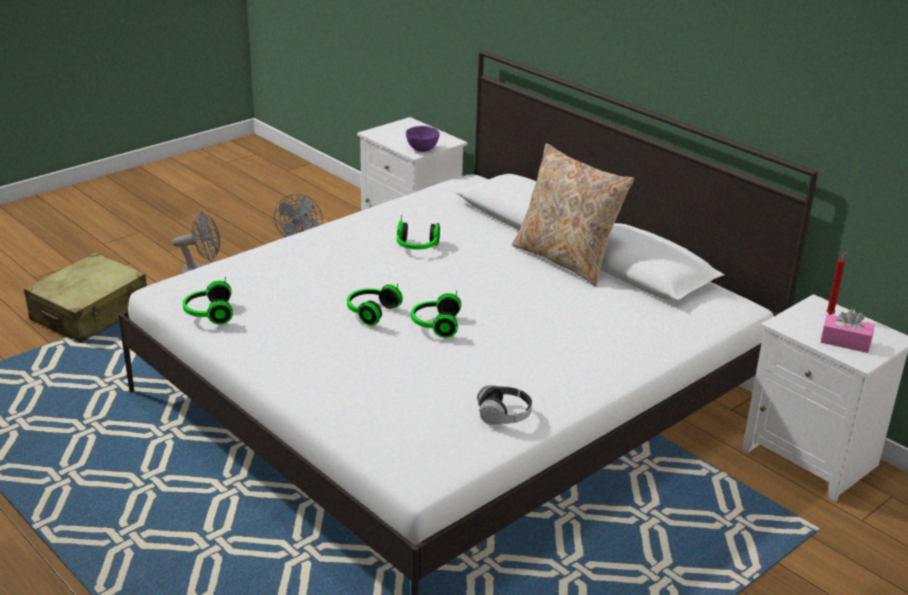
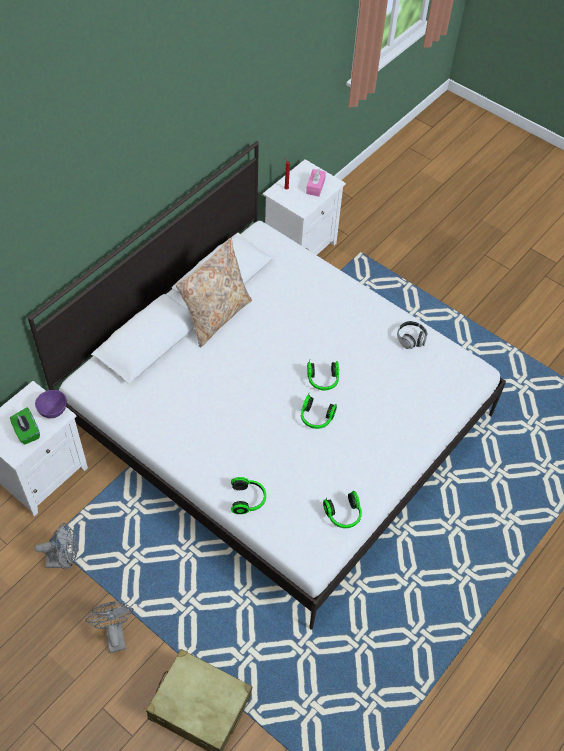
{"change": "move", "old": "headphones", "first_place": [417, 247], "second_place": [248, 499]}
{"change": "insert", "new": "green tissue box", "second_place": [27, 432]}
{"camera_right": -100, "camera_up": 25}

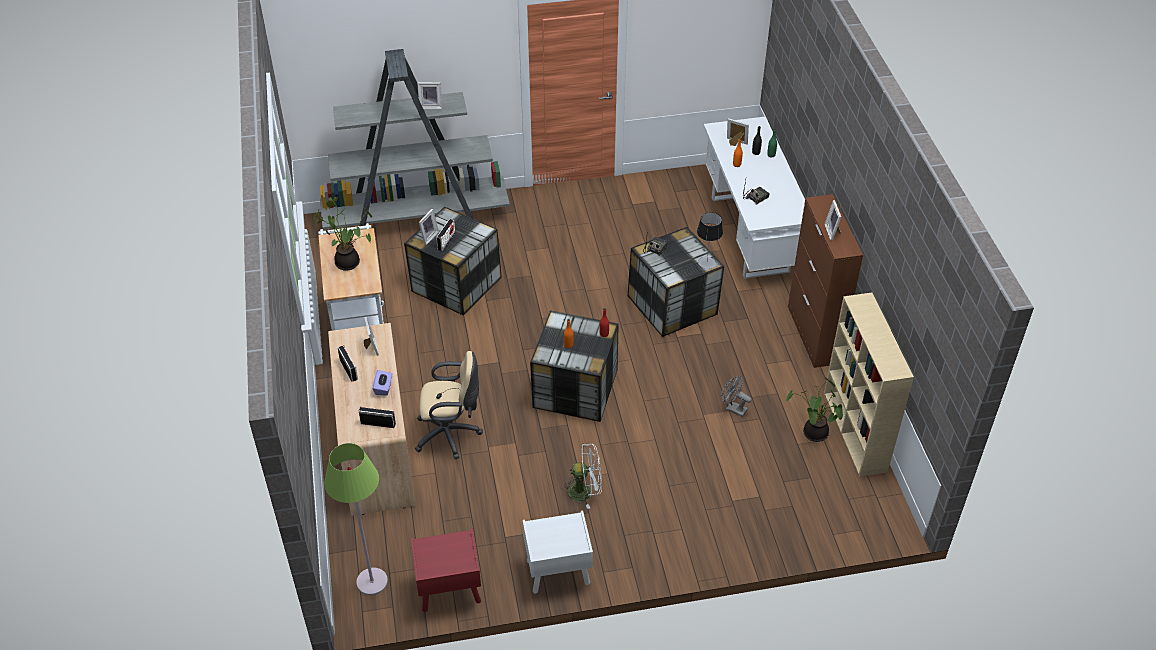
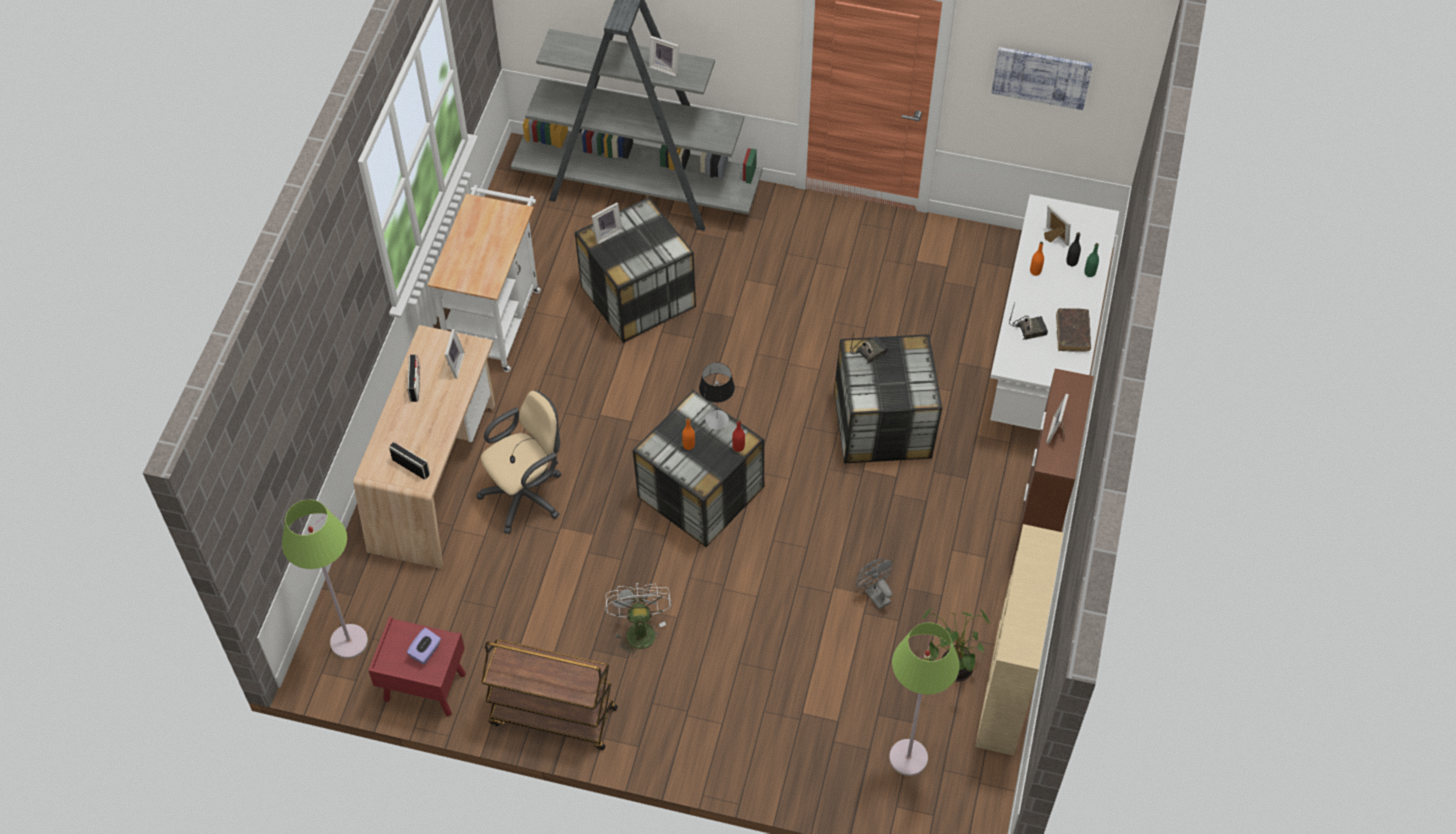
{"change": "delete", "old": "potted plant", "first_place": [349, 261]}
{"change": "move", "old": "purple tissue box", "first_place": [383, 388], "second_place": [425, 651]}
{"change": "rotate", "old": "beige office chair", "first_place": [451, 434], "second_place": [527, 494], "degrees": -60}
{"change": "delete", "old": "radio", "first_place": [446, 241]}
{"change": "replace", "old": "white nightstand", "new": "brown cart", "first_place": [557, 572], "second_place": [552, 716]}
{"change": "rotate", "old": "white fan", "first_place": [585, 491], "second_place": [638, 629], "degrees": -120}
{"change": "move", "old": "table lamp", "first_place": [707, 262], "second_place": [717, 419]}
{"change": "insert", "new": "green floor lamp", "second_place": [908, 757]}
{"change": "insert", "new": "picture", "second_place": [1041, 77]}
{"change": "insert", "new": "brown book", "second_place": [1072, 333]}
{"camera_right": 25, "camera_up": 10}

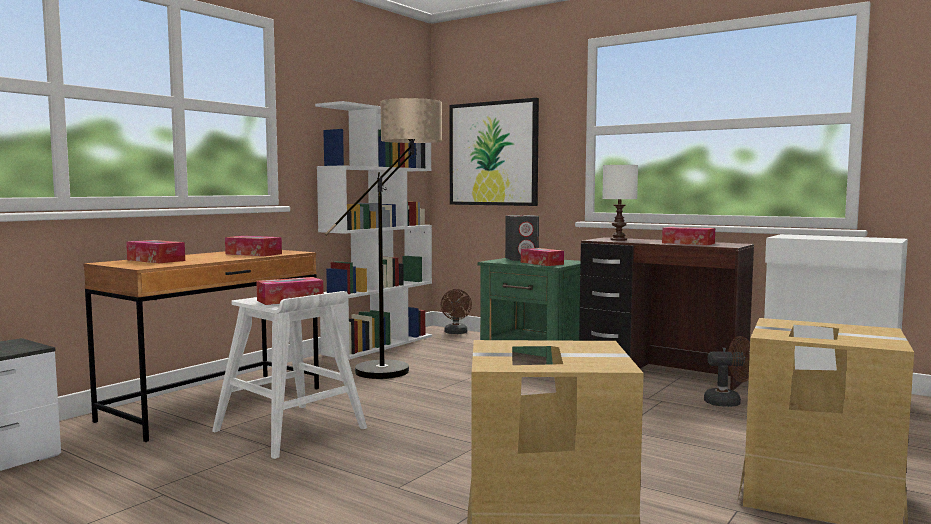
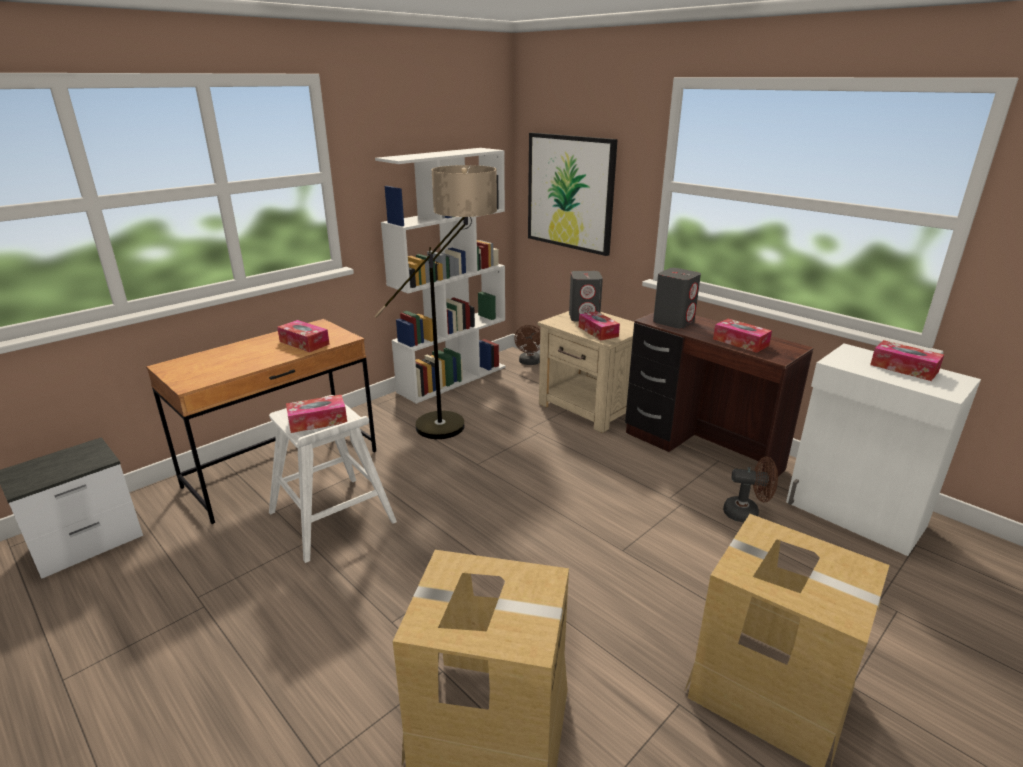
{"change": "move", "old": "tissue box", "first_place": [156, 260], "second_place": [904, 368]}
{"change": "recolor", "old": "green nightstand", "new": "beige nightstand", "first_place": [535, 354], "second_place": [590, 408]}
{"change": "replace", "old": "white table lamp", "new": "grey speaker", "first_place": [618, 240], "second_place": [673, 321]}
{"camera_right": 10, "camera_up": 20}

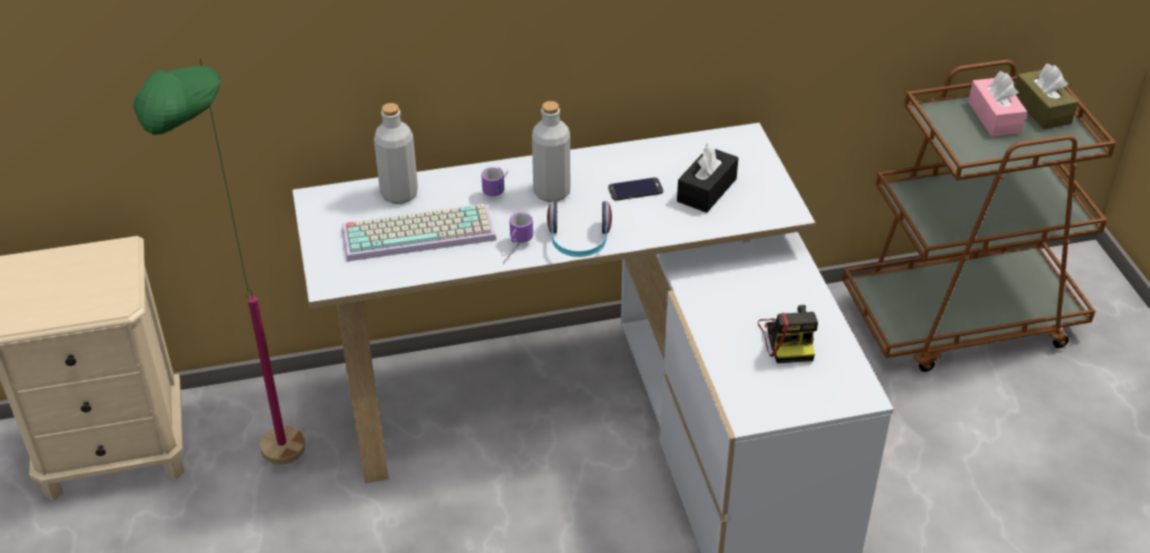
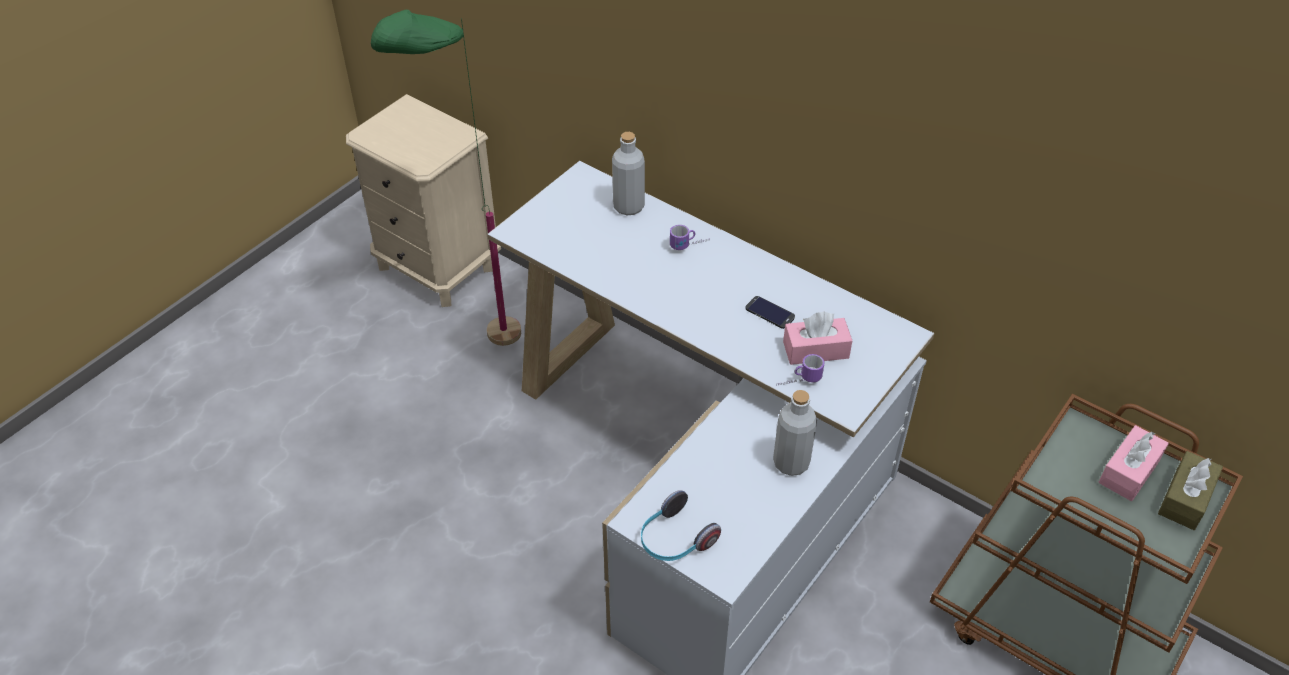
{"change": "delete", "old": "keyboard", "first_place": [420, 232]}
{"change": "move", "old": "mug", "first_place": [515, 249], "second_place": [798, 381]}
{"change": "move", "old": "grey bottle", "first_place": [552, 192], "second_place": [791, 463]}
{"change": "move", "old": "headphones", "first_place": [579, 243], "second_place": [675, 540]}
{"change": "recolor", "old": "black tissue box", "new": "pink tissue box", "first_place": [706, 190], "second_place": [815, 350]}
{"change": "delete", "old": "photo camera", "first_place": [789, 338]}
{"camera_right": 50, "camera_up": 5}

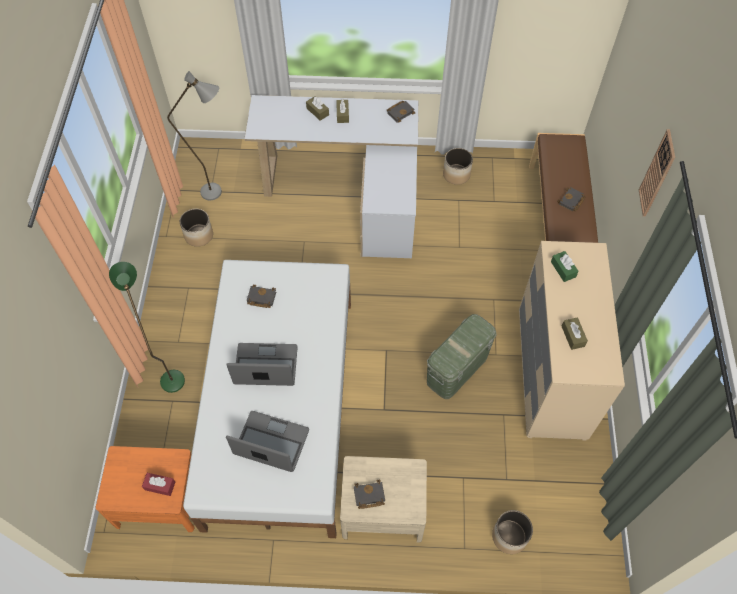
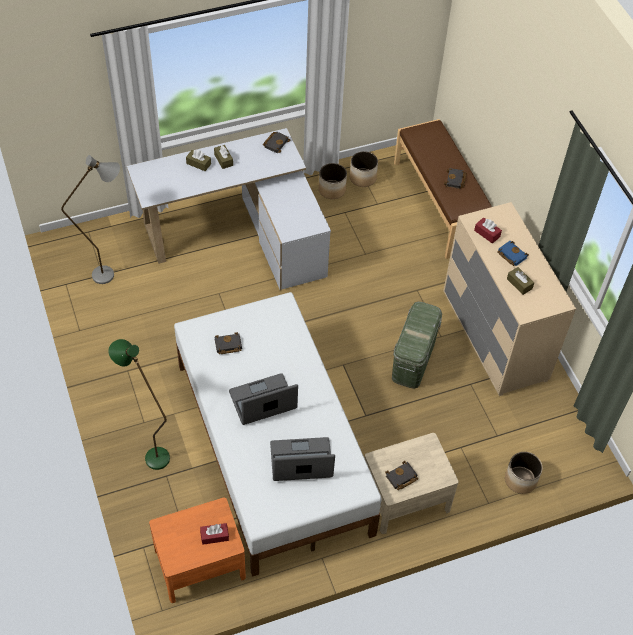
{"change": "move", "old": "planter", "first_place": [199, 235], "second_place": [363, 178]}
{"change": "recolor", "old": "green tissue box", "new": "red tissue box", "first_place": [563, 269], "second_place": [487, 233]}
{"change": "delete", "old": "wall clock", "first_place": [657, 174]}
{"change": "insert", "new": "blue book", "second_place": [511, 255]}
{"camera_right": -25, "camera_up": -5}

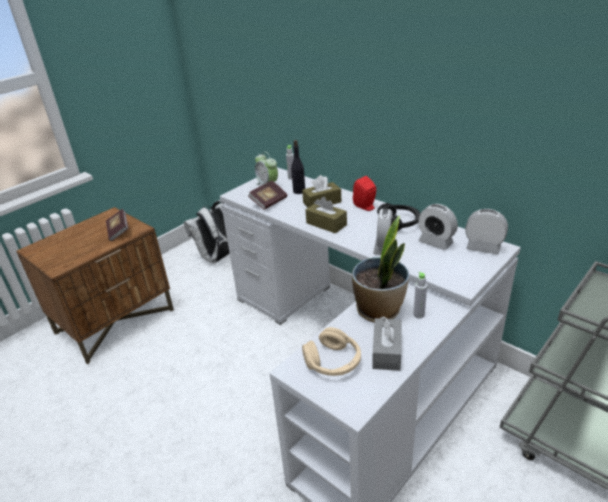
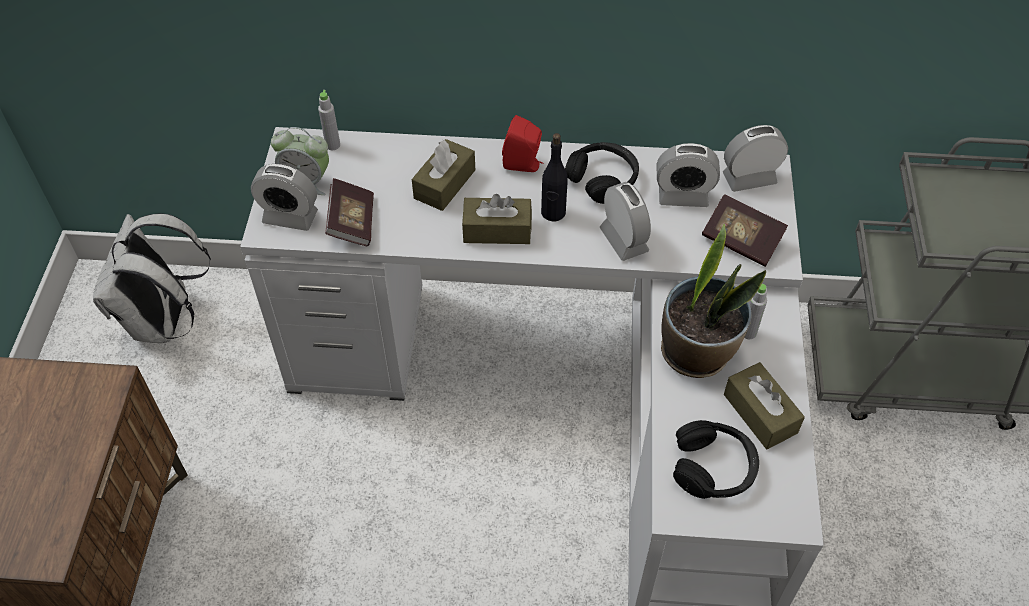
{"change": "move", "old": "book", "first_place": [119, 231], "second_place": [741, 241]}
{"change": "move", "old": "black bottle", "first_place": [299, 191], "second_place": [553, 212]}
{"change": "recolor", "old": "beige headphones", "new": "black headphones", "first_place": [333, 362], "second_place": [713, 468]}
{"change": "recolor", "old": "grey tissue box", "new": "brown tissue box", "first_place": [386, 351], "second_place": [760, 413]}
{"change": "insert", "new": "alarm clock", "second_place": [290, 217]}
{"camera_right": -40, "camera_up": 20}

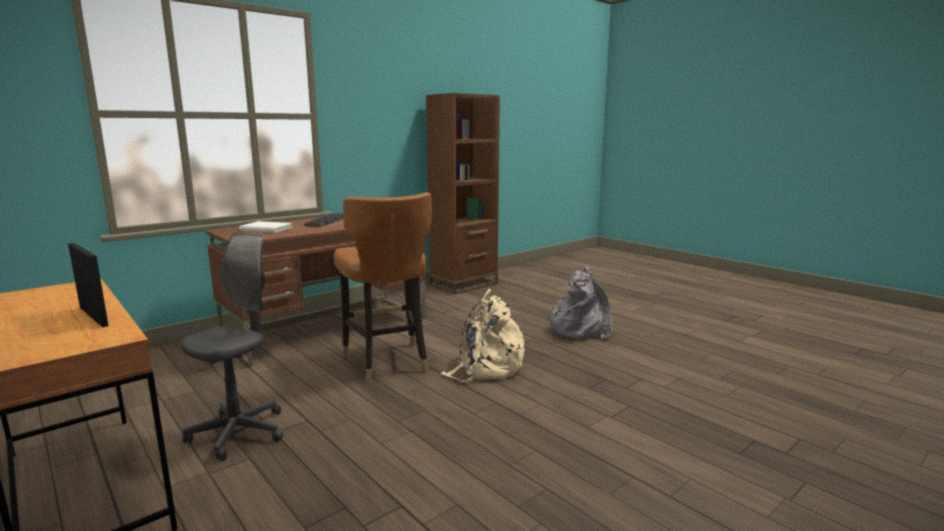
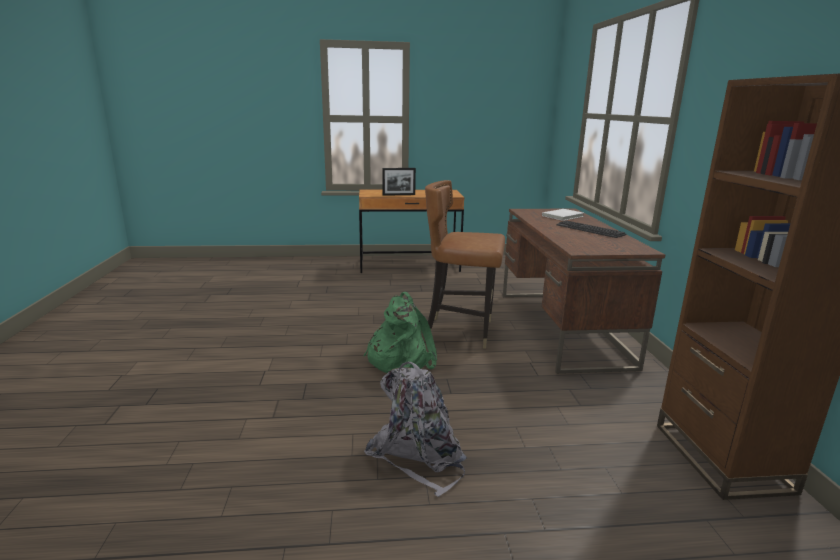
{"change": "delete", "old": "grey office chair", "first_place": [238, 433]}
{"change": "recolor", "old": "beige backpack", "new": "green backpack", "first_place": [486, 368], "second_place": [400, 359]}
{"camera_right": 125, "camera_up": 5}

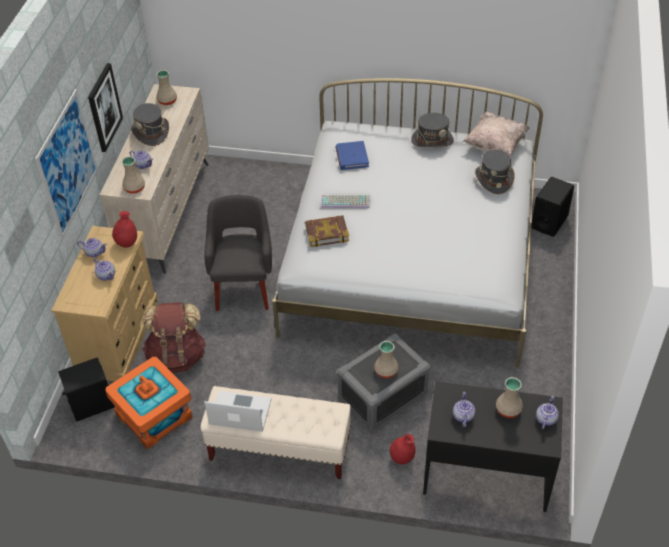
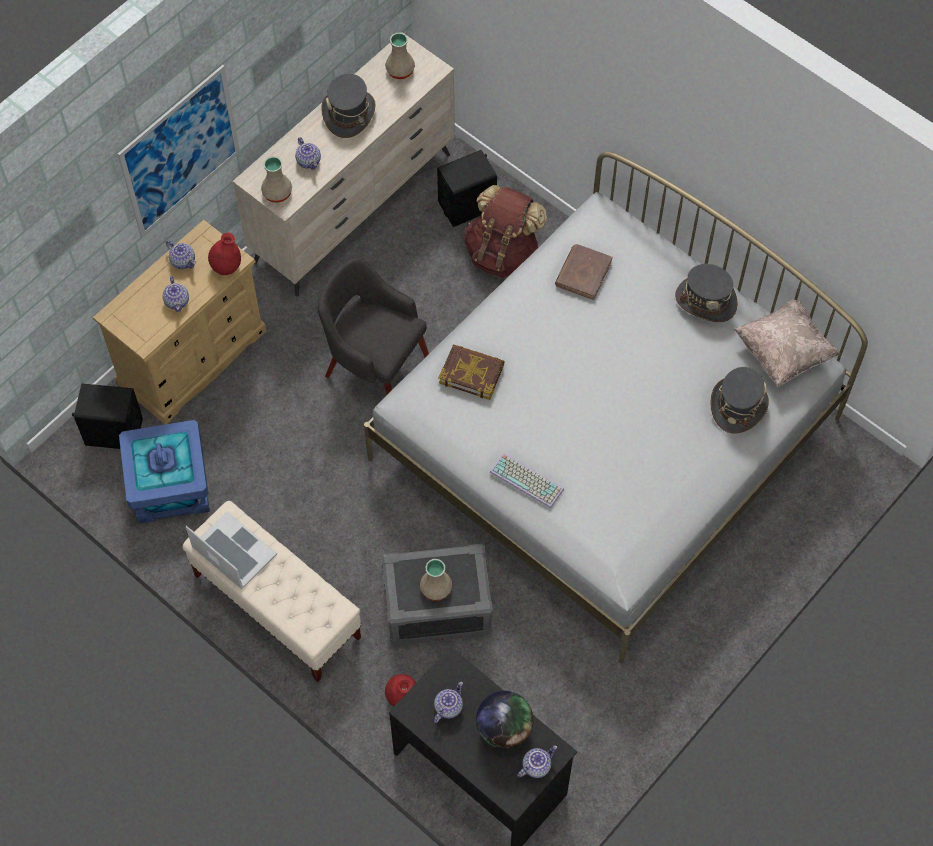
{"change": "delete", "old": "picture", "first_place": [104, 107]}
{"change": "recolor", "old": "orange storage box", "new": "blue storage box", "first_place": [153, 416], "second_place": [169, 486]}
{"change": "move", "old": "brown backpack", "first_place": [177, 356], "second_place": [503, 253]}
{"change": "rotate", "old": "grey armchair", "first_place": [243, 286], "second_place": [375, 366], "degrees": -90}
{"change": "move", "old": "keyboard", "first_place": [345, 201], "second_place": [528, 480]}
{"change": "recolor", "old": "blue book", "new": "brown book", "first_place": [351, 157], "second_place": [583, 273]}
{"change": "replace", "old": "beige vase", "new": "globe", "first_place": [508, 409], "second_place": [504, 728]}
{"change": "move", "old": "black speaker", "first_place": [549, 222], "second_place": [467, 205]}
{"camera_right": 30, "camera_up": 15}

